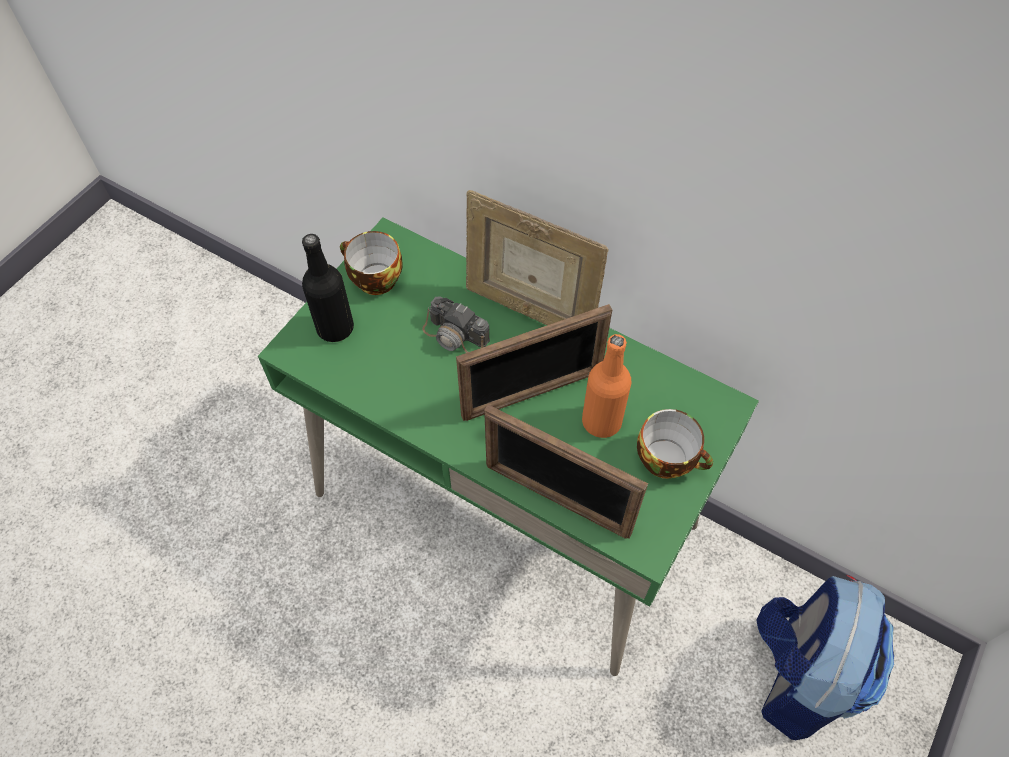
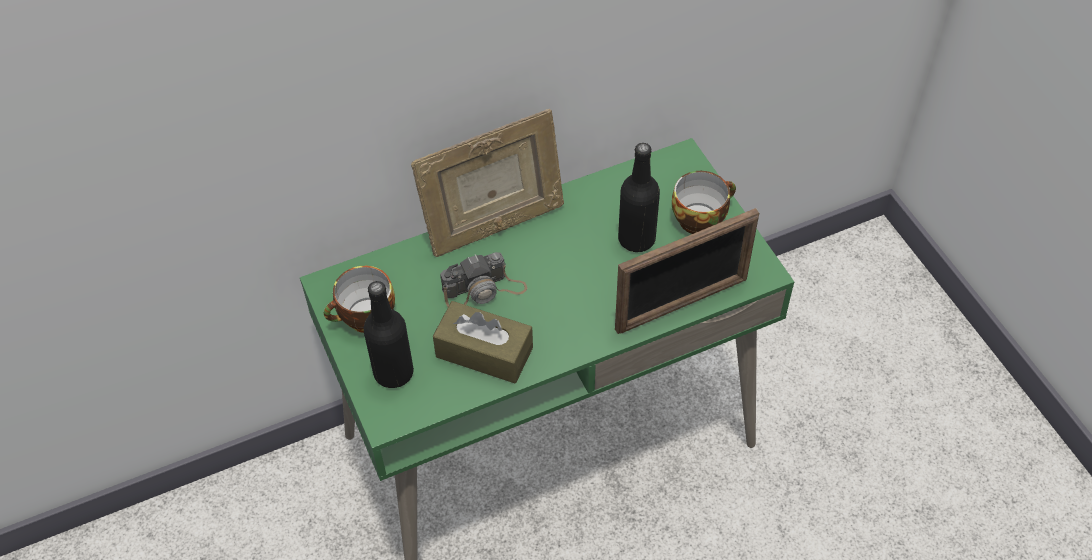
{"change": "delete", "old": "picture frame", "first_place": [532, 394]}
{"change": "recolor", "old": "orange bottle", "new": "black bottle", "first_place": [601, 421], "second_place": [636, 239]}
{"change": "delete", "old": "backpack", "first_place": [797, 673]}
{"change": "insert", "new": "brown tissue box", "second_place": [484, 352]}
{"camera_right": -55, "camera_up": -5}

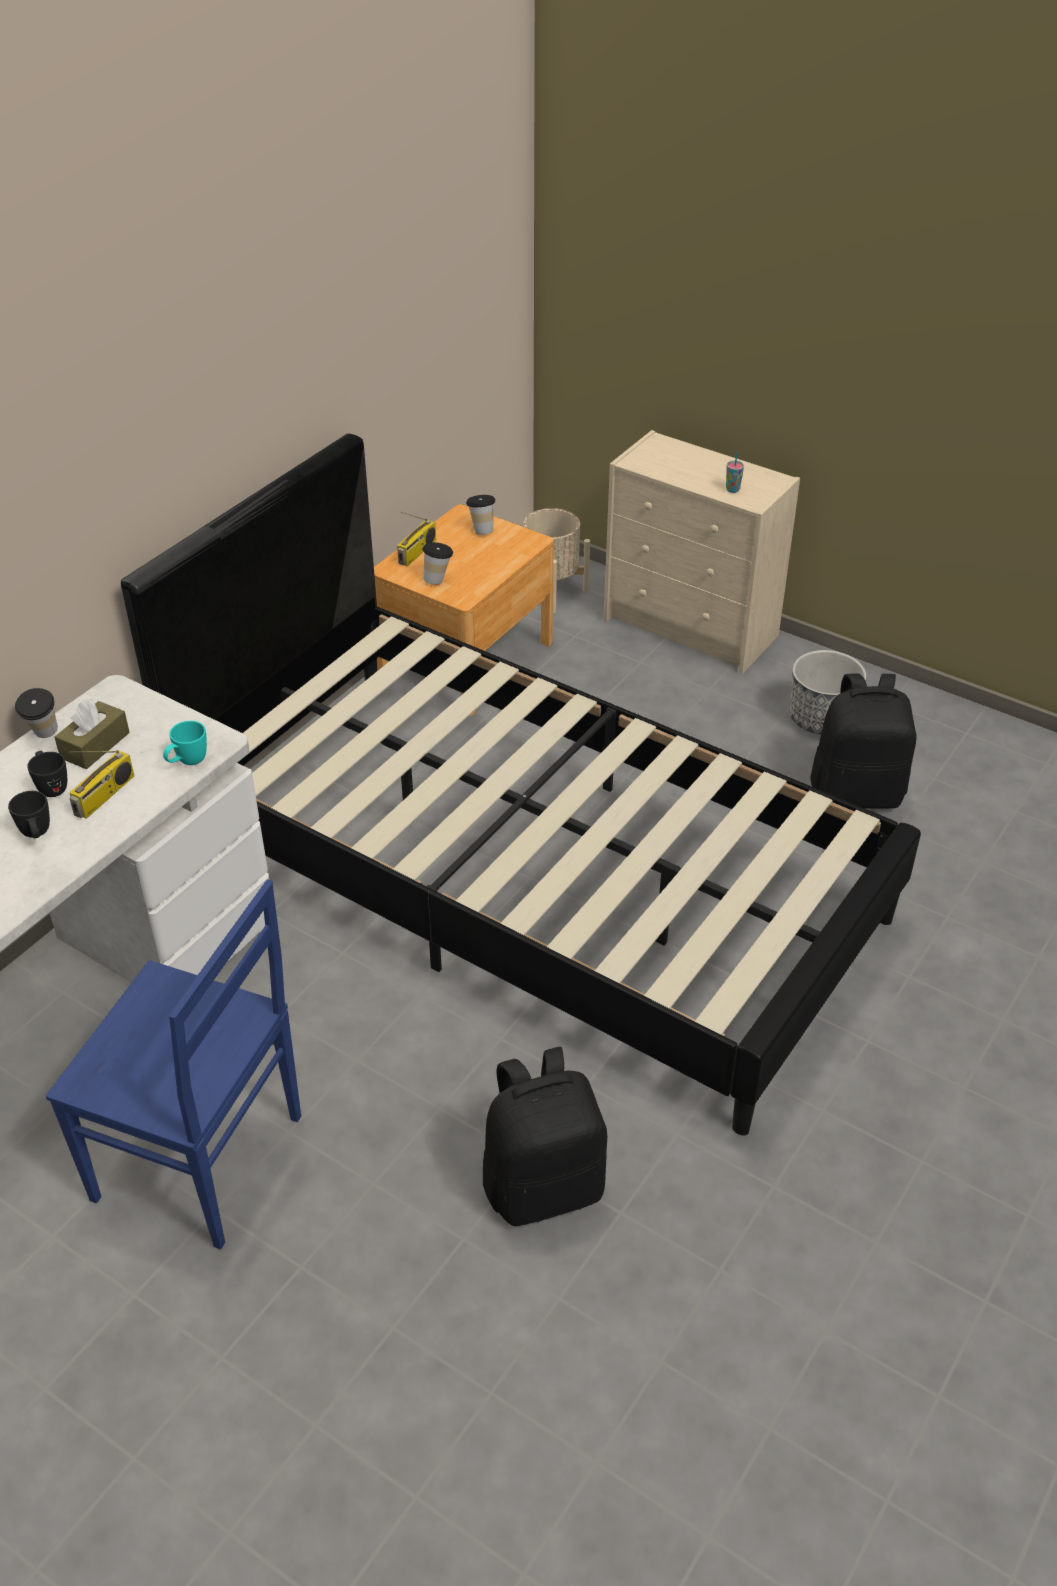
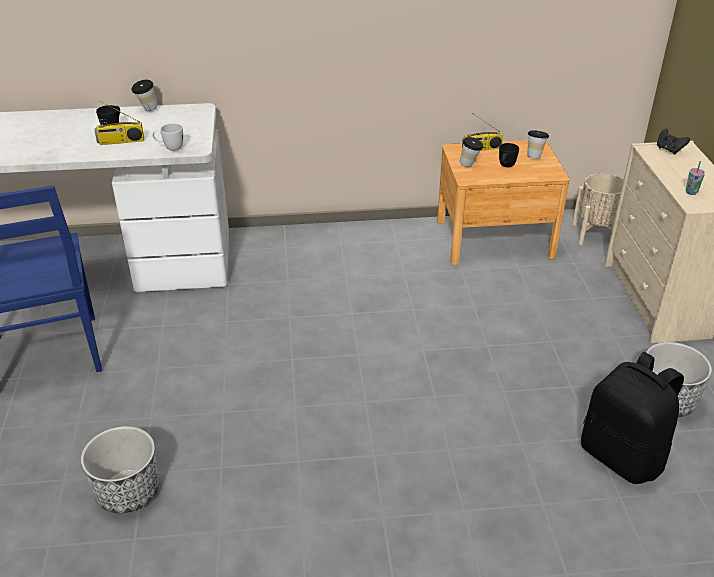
{"change": "move", "old": "black mug", "first_place": [37, 835], "second_place": [505, 166]}
{"change": "delete", "old": "brown tissue box", "first_place": [95, 745]}
{"change": "delete", "old": "black bed", "first_place": [527, 877]}
{"change": "recolor", "old": "turquoise mug", "new": "white mug", "first_place": [187, 763], "second_place": [170, 148]}
{"change": "replace", "old": "black backpack", "new": "planter", "first_place": [544, 1185], "second_place": [128, 491]}
{"change": "insert", "new": "black game controller", "second_place": [669, 150]}
{"camera_right": 50, "camera_up": -5}

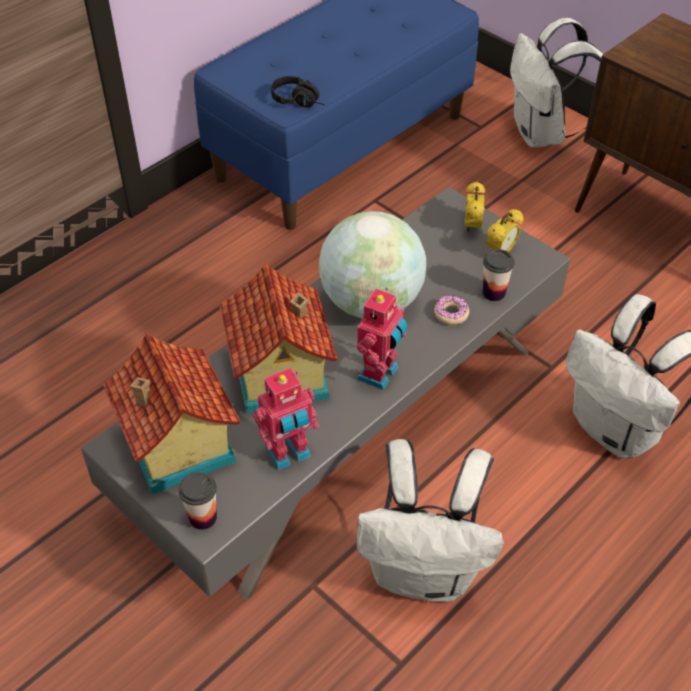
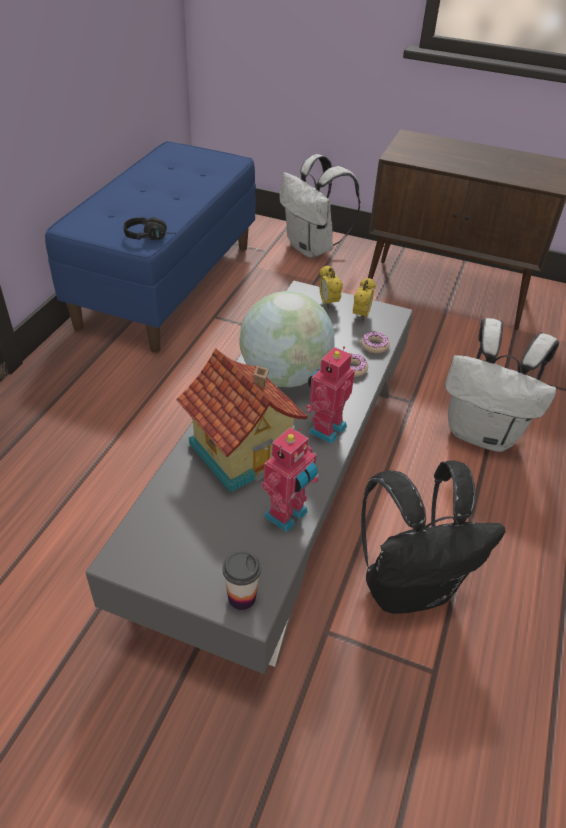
{"change": "delete", "old": "toy house", "first_place": [176, 447]}
{"change": "recolor", "old": "white backpack", "new": "black backpack", "first_place": [424, 572], "second_place": [409, 587]}
{"change": "rotate", "old": "toy robot", "first_place": [380, 374], "second_place": [325, 428], "degrees": -150}
{"change": "replace", "old": "cup", "new": "donut", "first_place": [494, 293], "second_place": [374, 346]}
{"camera_right": -25, "camera_up": -5}

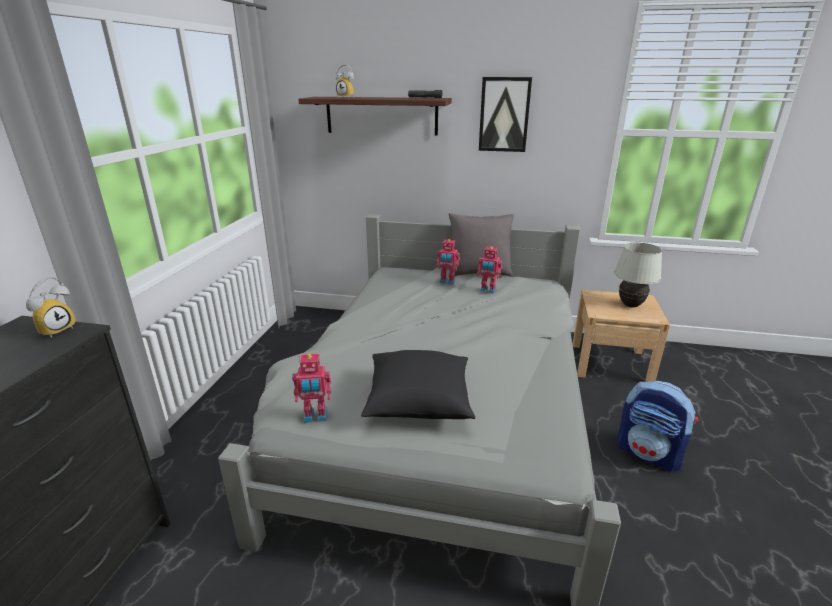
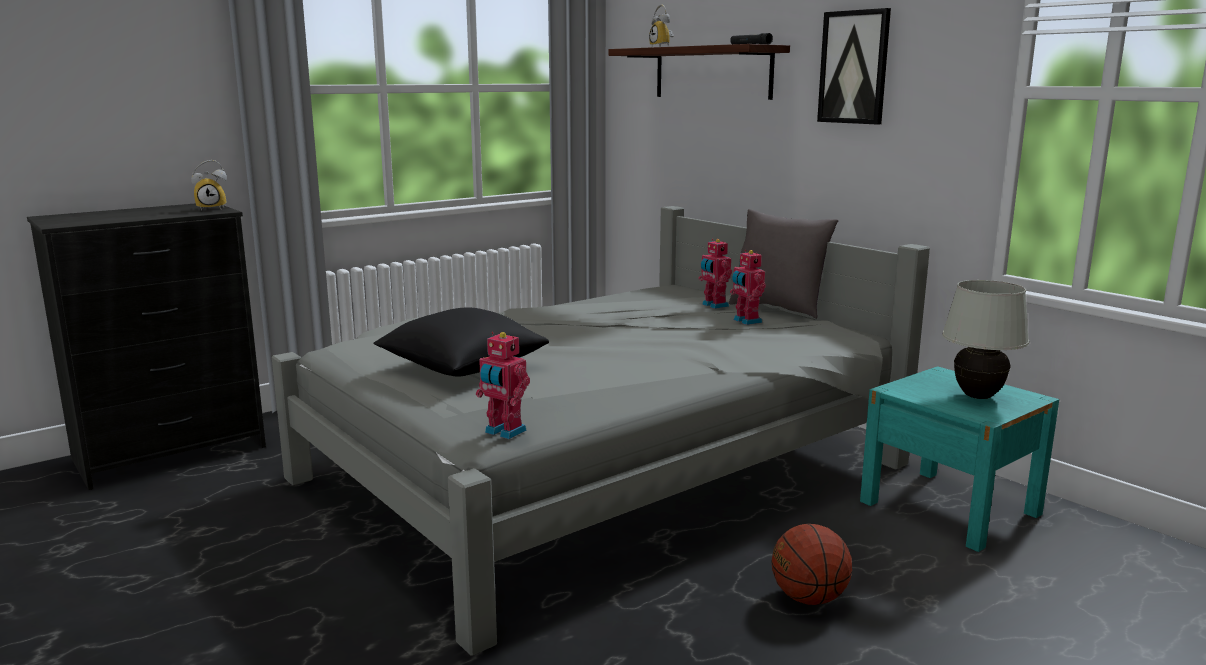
{"change": "move", "old": "toy robot", "first_place": [315, 417], "second_place": [503, 432]}
{"change": "recolor", "old": "beige nightstand", "new": "turquoise nightstand", "first_place": [610, 363], "second_place": [949, 508]}
{"change": "replace", "old": "backpack", "new": "basketball", "first_place": [649, 454], "second_place": [808, 598]}
{"camera_right": 40, "camera_up": -10}

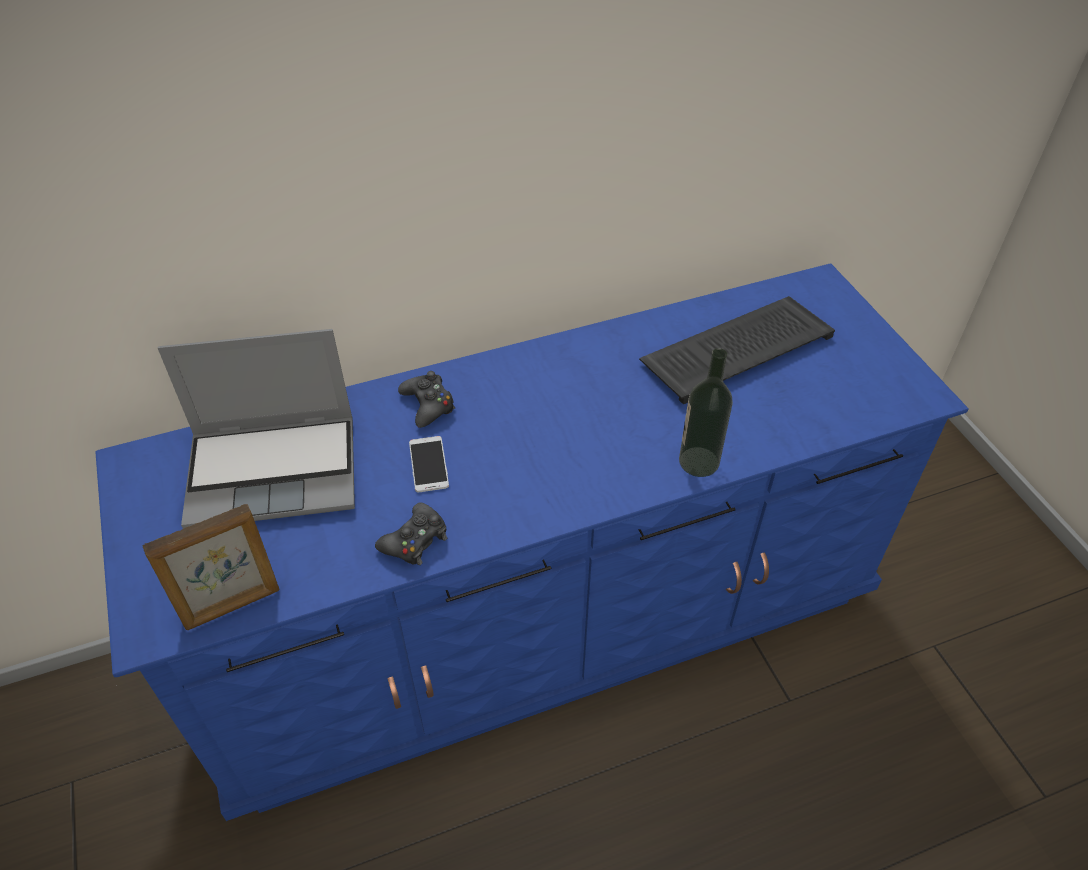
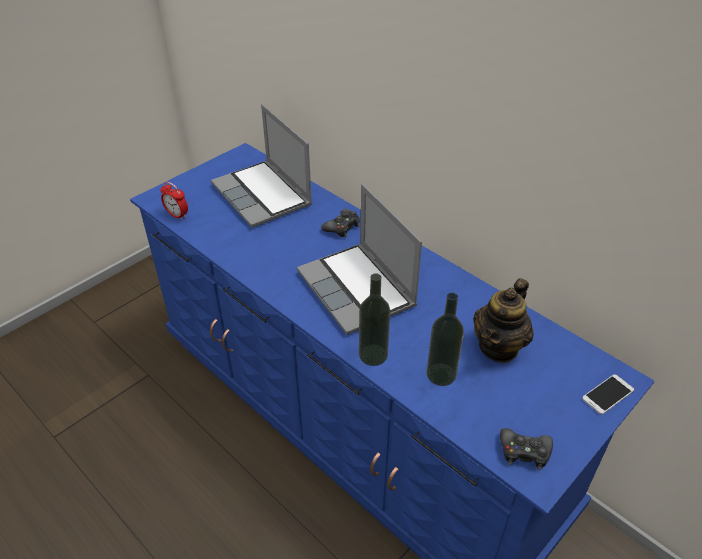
{"change": "replace", "old": "picture frame", "new": "alarm clock", "first_place": [232, 606], "second_place": [177, 215]}
{"change": "move", "old": "black game controller", "first_place": [415, 540], "second_place": [524, 452]}
{"change": "move", "old": "phone", "first_place": [428, 464], "second_place": [608, 394]}
{"change": "replace", "old": "keyboard", "new": "teapot", "first_place": [737, 348], "second_place": [499, 347]}
{"change": "insert", "new": "laptop", "second_place": [358, 290]}
{"change": "insert", "new": "bottle", "second_place": [441, 374]}
{"camera_right": 65, "camera_up": -5}

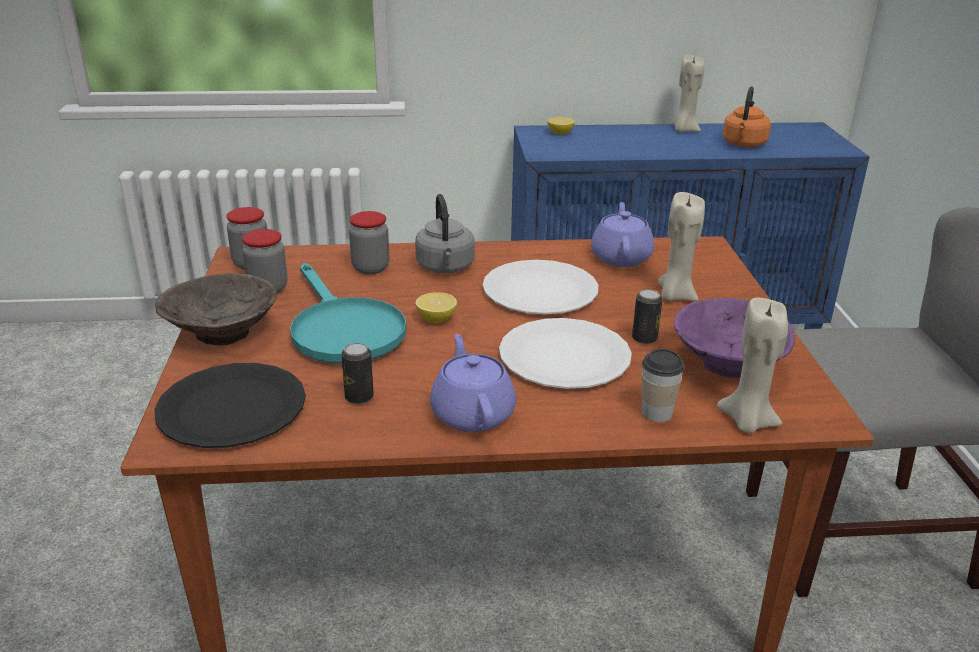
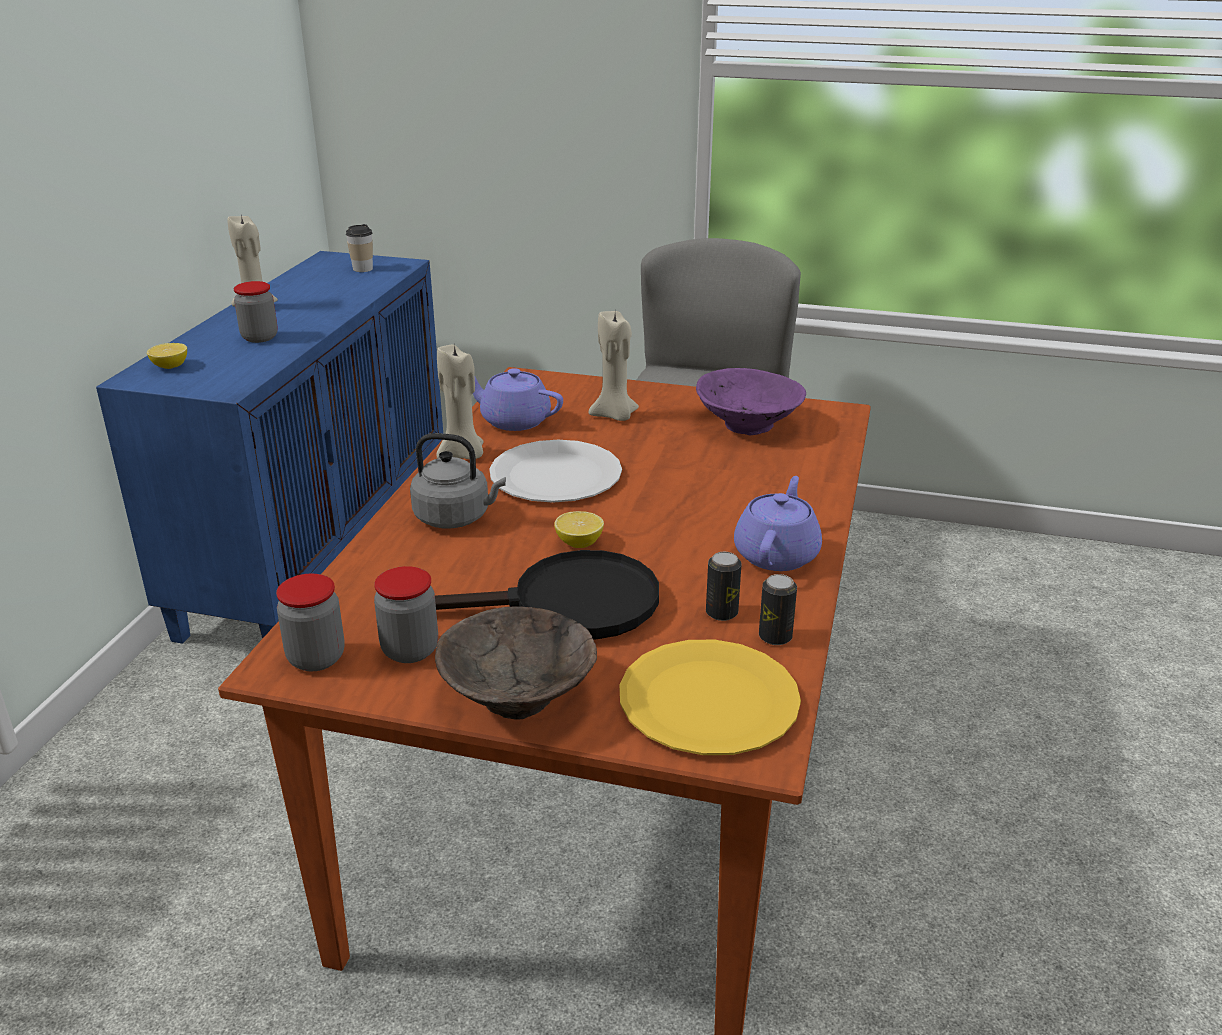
{"change": "recolor", "old": "black plate", "new": "yellow plate", "first_place": [232, 408], "second_place": [709, 700]}
{"change": "recolor", "old": "turquoise frying pan", "new": "black frying pan", "first_place": [342, 329], "second_place": [565, 606]}
{"change": "move", "old": "jar", "first_place": [370, 268], "second_place": [259, 337]}
{"change": "rotate", "old": "purple teapot", "first_place": [472, 413], "second_place": [777, 554], "degrees": 105}
{"change": "delete", "old": "white plate", "first_place": [564, 357]}
{"change": "move", "old": "can", "first_place": [644, 338], "second_place": [775, 637]}
{"change": "move", "old": "cup", "first_place": [656, 412], "second_place": [362, 269]}
{"change": "move", "old": "beige candle", "first_place": [747, 422], "second_place": [463, 455]}
{"change": "delete", "old": "orange kettle", "first_place": [743, 144]}
{"camera_right": -70, "camera_up": 0}

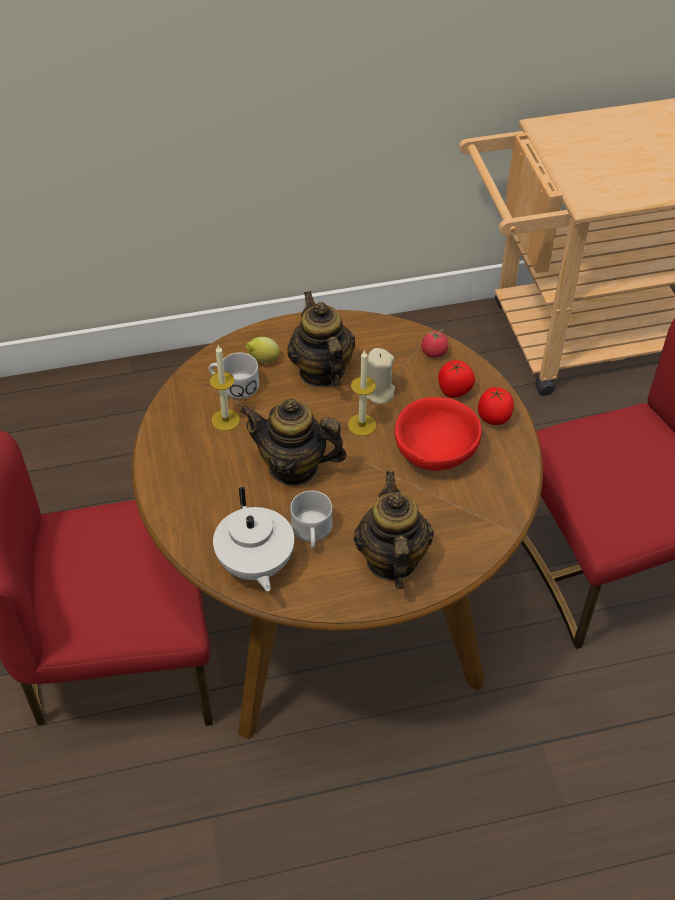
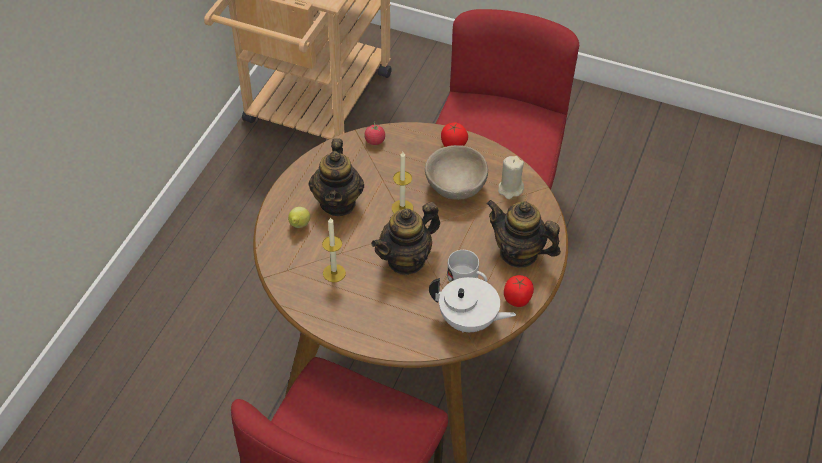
{"change": "delete", "old": "white mug", "first_place": [233, 385]}
{"change": "rotate", "old": "teapot", "first_place": [321, 371], "second_place": [338, 202], "degrees": -105}
{"change": "move", "old": "beige candle", "first_place": [377, 392], "second_place": [510, 189]}
{"change": "recolor", "old": "red bowl", "new": "beige bowl", "first_place": [435, 451], "second_place": [455, 186]}
{"change": "move", "old": "tomato", "first_place": [454, 391], "second_place": [517, 300]}
{"camera_right": -55, "camera_up": 0}

